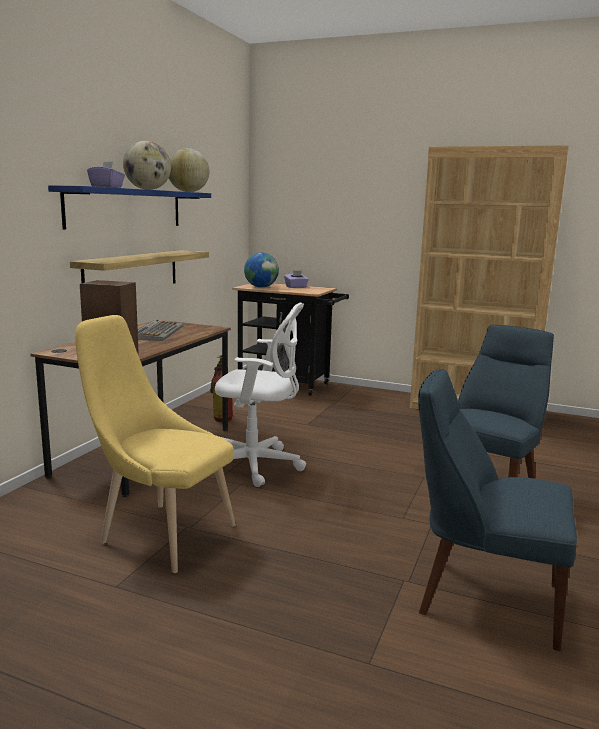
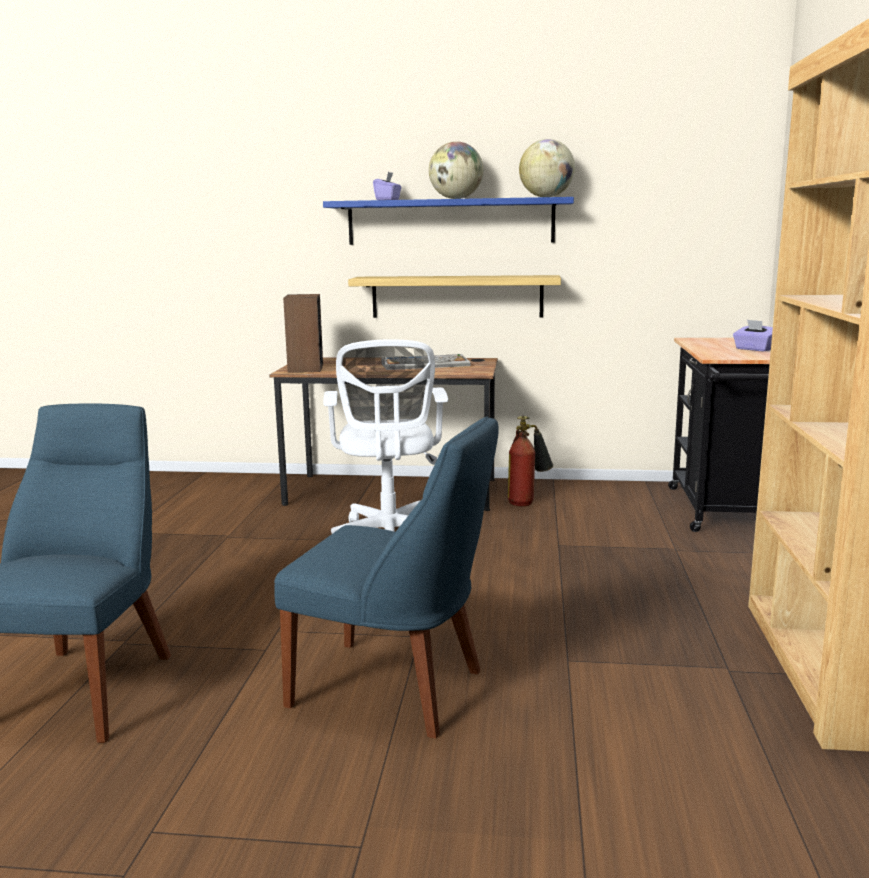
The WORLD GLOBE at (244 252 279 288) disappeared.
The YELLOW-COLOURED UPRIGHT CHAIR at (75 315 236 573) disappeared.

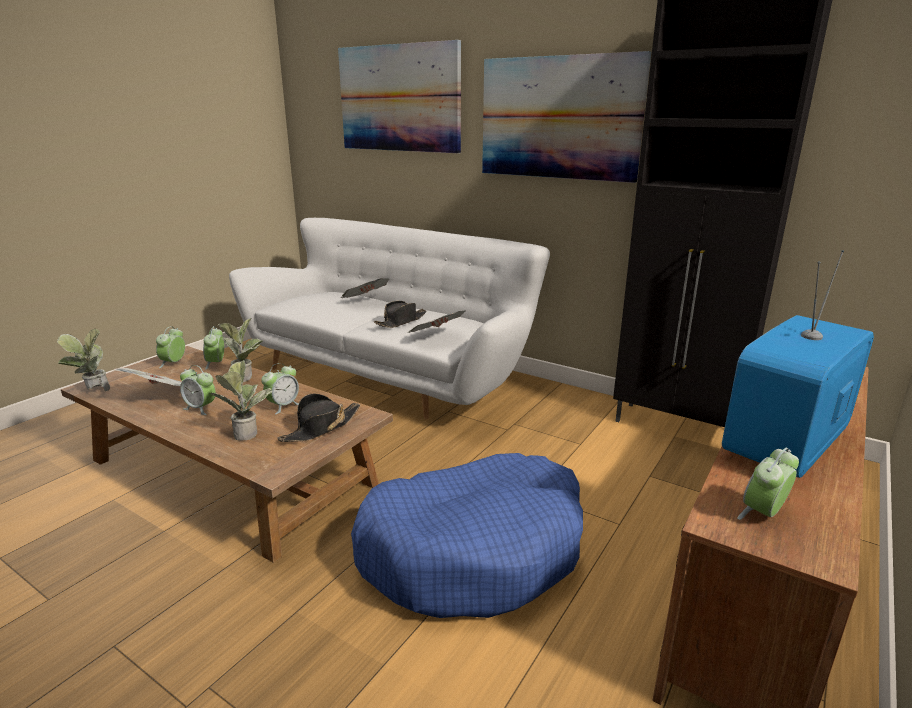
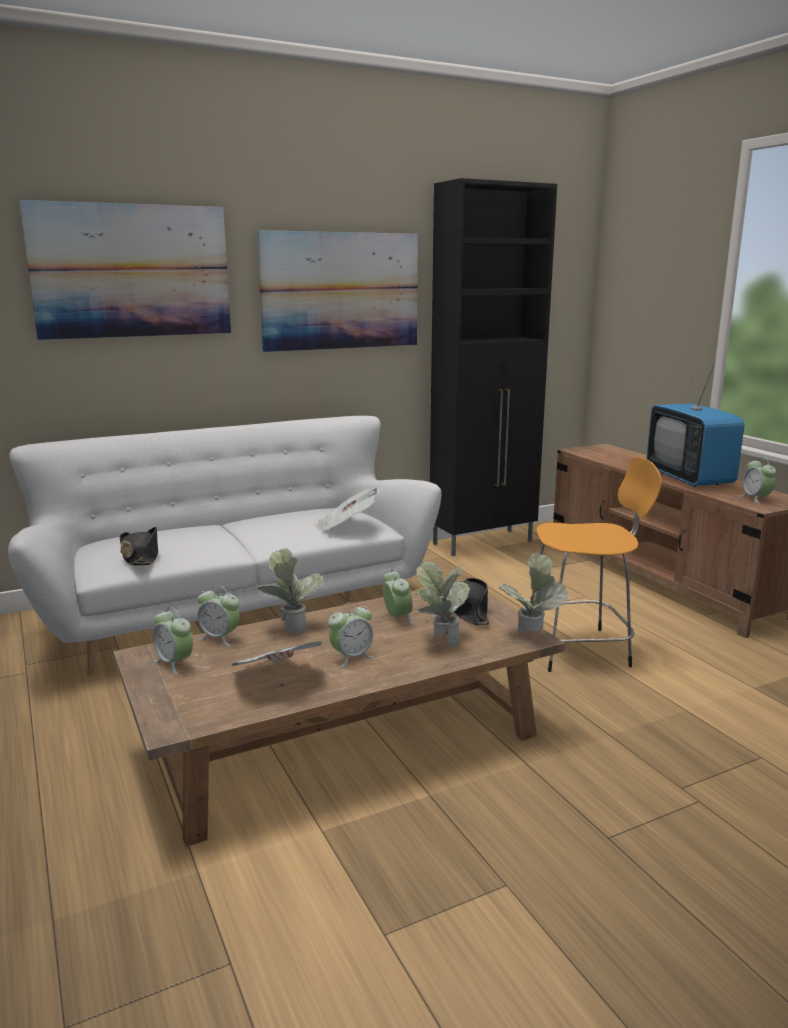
The DAILY PAPER at (341 278 389 298) disappeared.
The BLACKISH WEARABLE HAT moved from (374 301 426 328) to (120 527 158 566).
The POTTED PLANT moved from (57 329 110 391) to (498 552 568 634).
The BLUISH DOG CUSHION at (351 453 583 618) was replaced by the ORANGE STOOL at (534 457 662 672).

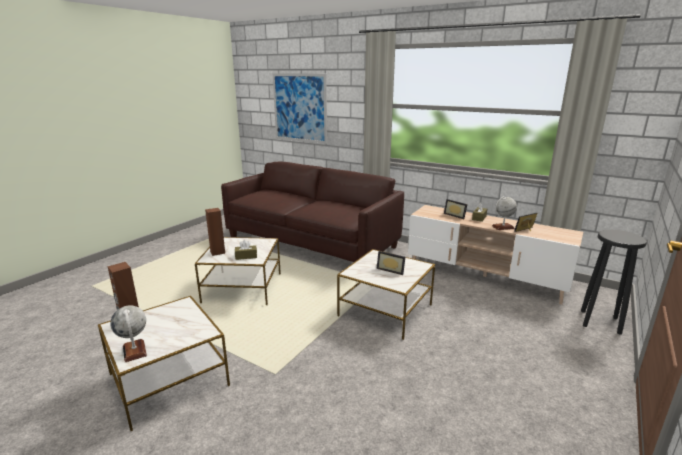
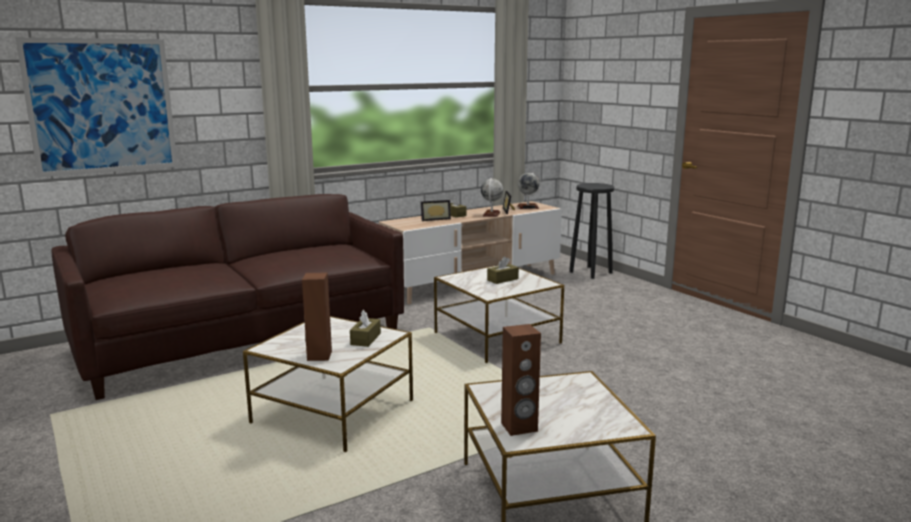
The STANDING FRAME at (376 251 405 275) was replaced by the BROWN-COLOURED BOX OF TISSUES at (487 256 519 284).
The WORLD GLOBE moved from (110 306 147 362) to (517 172 541 209).

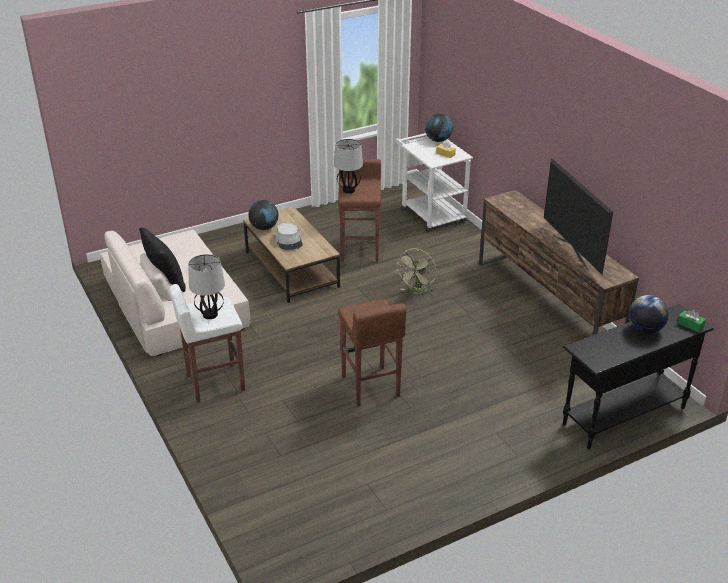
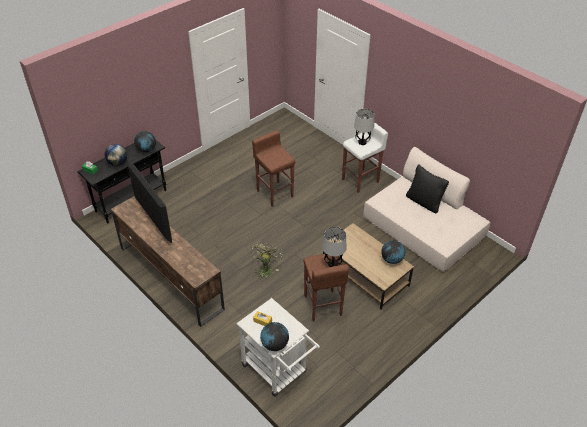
The GREY WEARABLE HAT at (275 223 303 250) disappeared.
The WORLD GLOBE at (134 131 156 153) appeared.

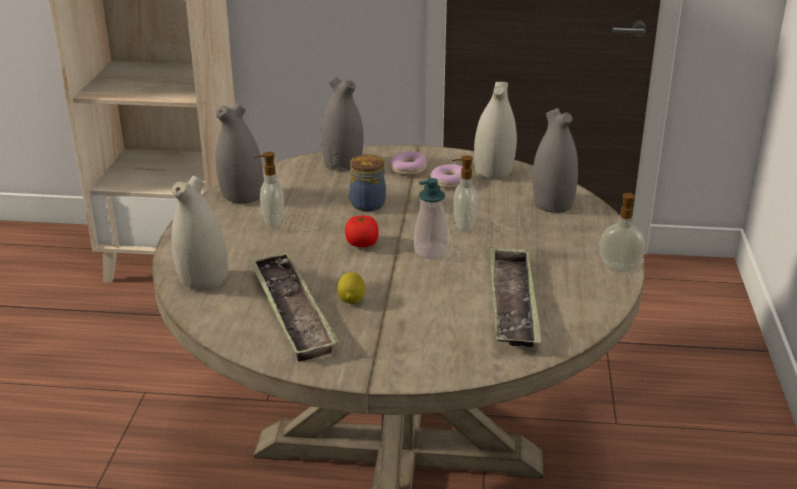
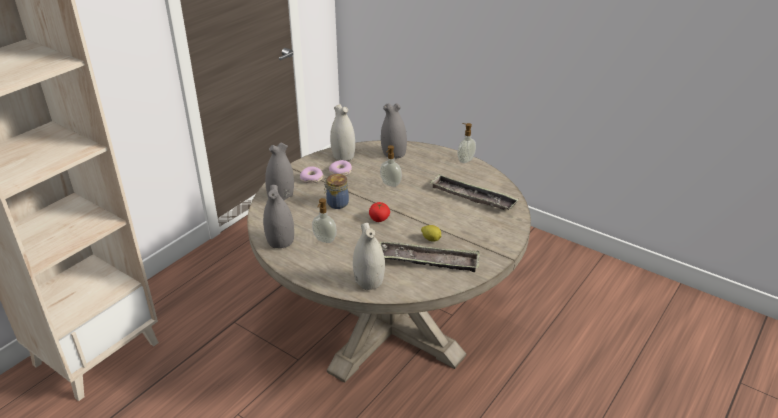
The LIQUID SOAP BOTTLE at (414 178 448 259) disappeared.

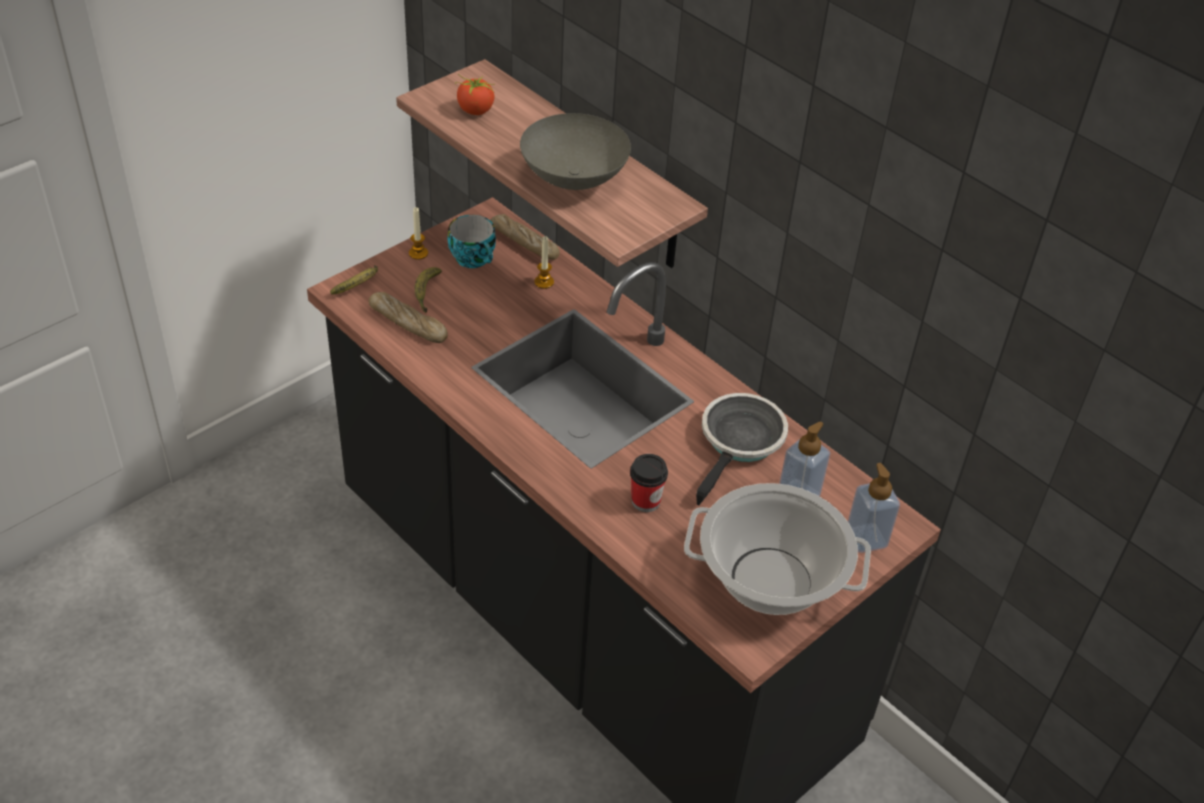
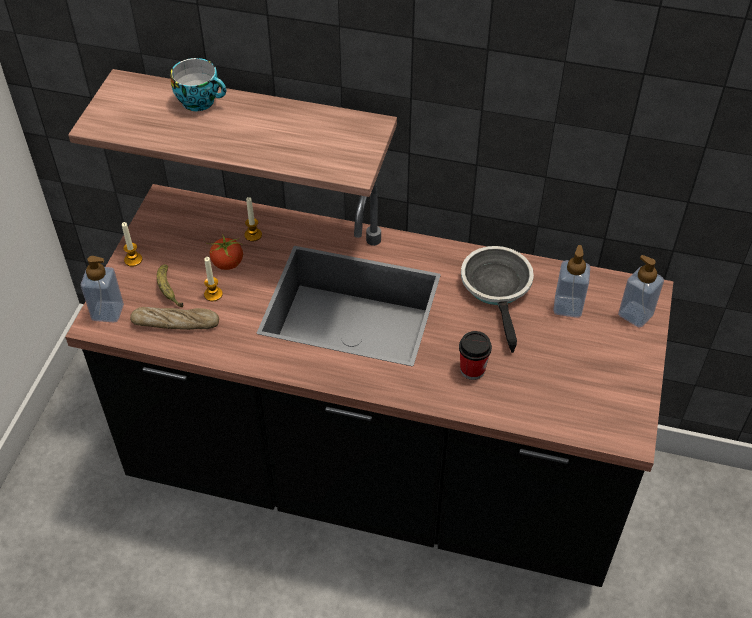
The WHOLE TOMATO moved from (455 74 495 115) to (206 234 243 270).
The GREY BOWL at (520 113 631 190) disappeared.
The BAKERY BREAD at (490 214 560 260) disappeared.
The CUP moved from (448 215 496 268) to (170 58 226 111).
The BANANA FRUIT at (330 265 378 295) was replaced by the LIQUID SOAP BOTTLE at (81 256 124 322).
The COOKING POT at (684 483 871 615) disappeared.
The WAX CANDLE at (204 257 223 301) appeared.

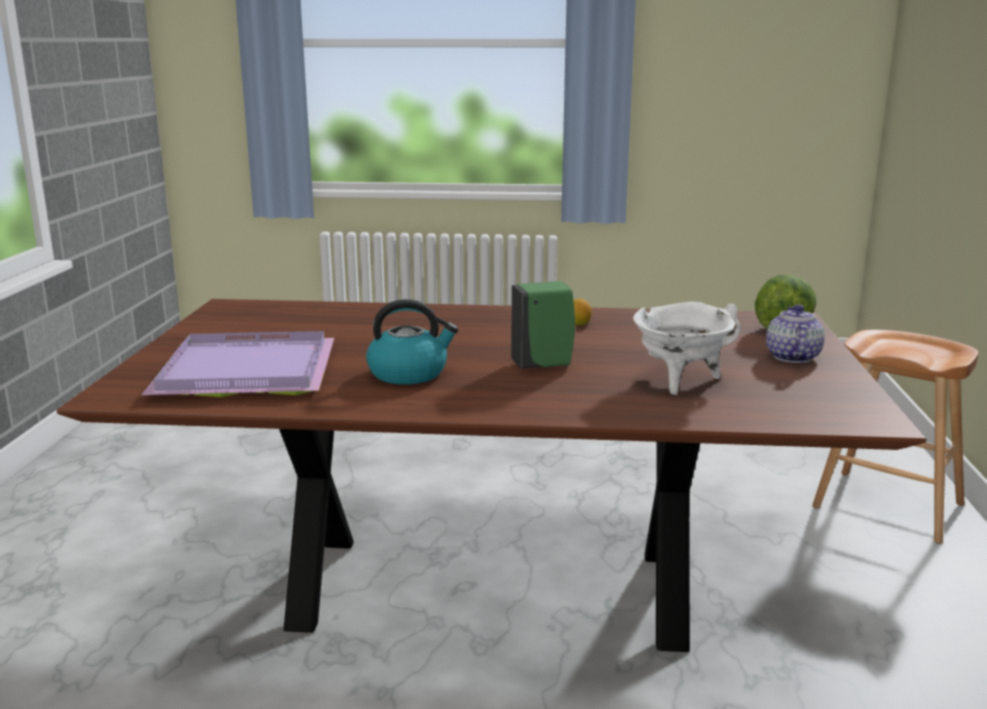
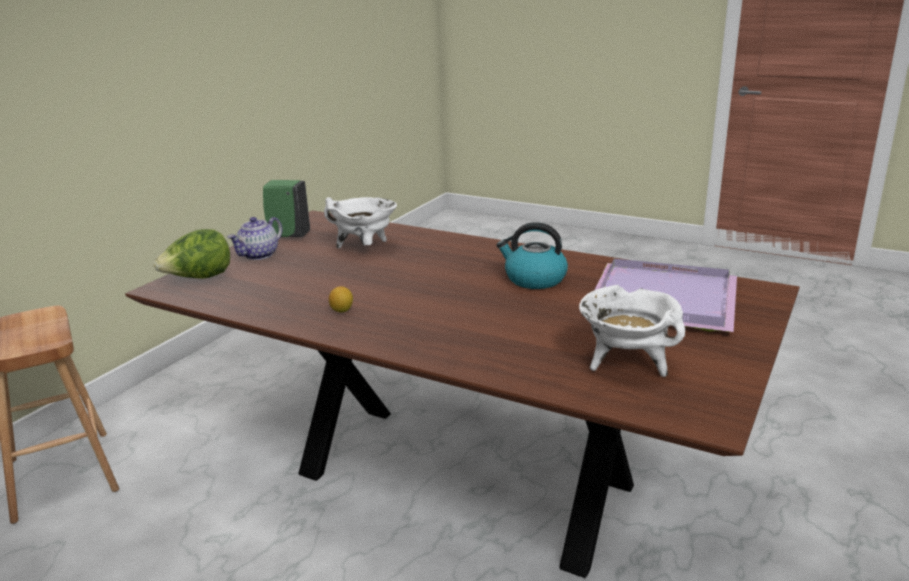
The GREENISH LIQUID SOAP BOTTLE moved from (511 281 575 369) to (263 180 310 237).
The WHITISH COOKING POT at (579 285 685 377) appeared.

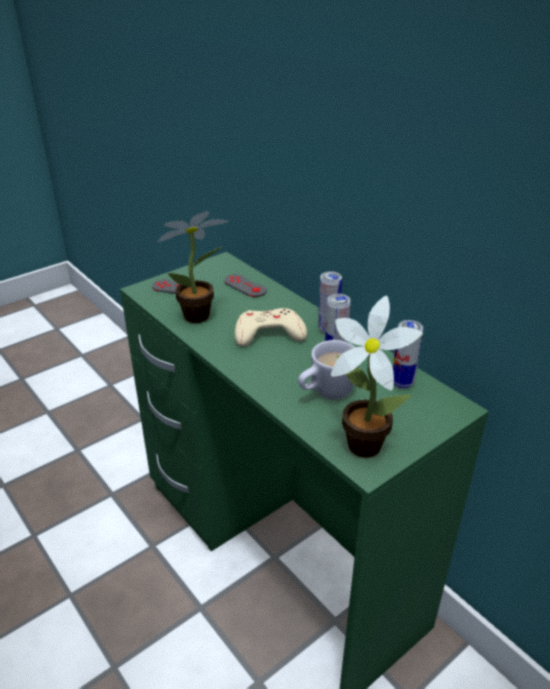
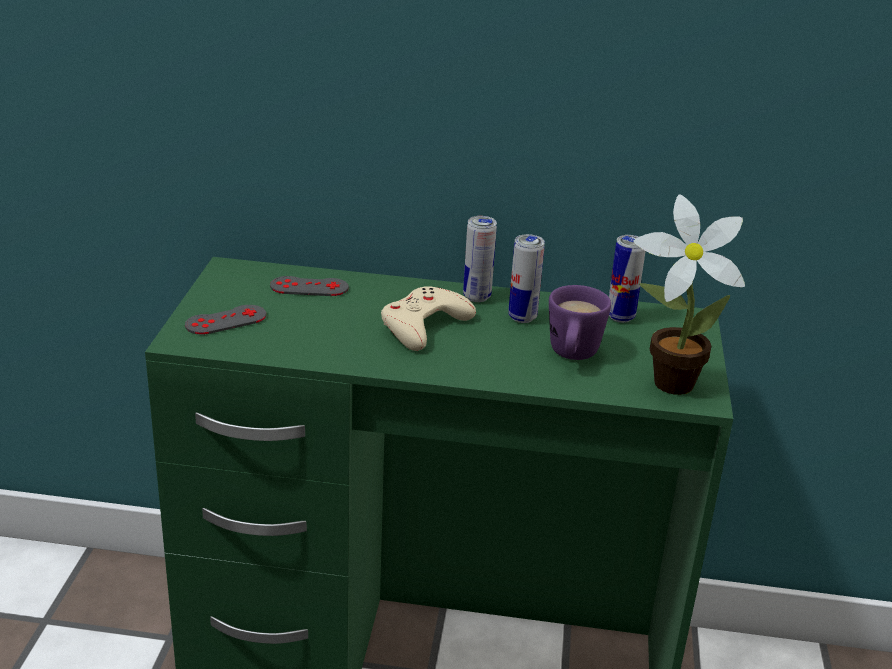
The POTTED PLANT at (158 211 229 323) disappeared.
The WHITISH TEA MUG at (298 340 356 400) became the PURPLE TEA MUG at (549 285 611 360).

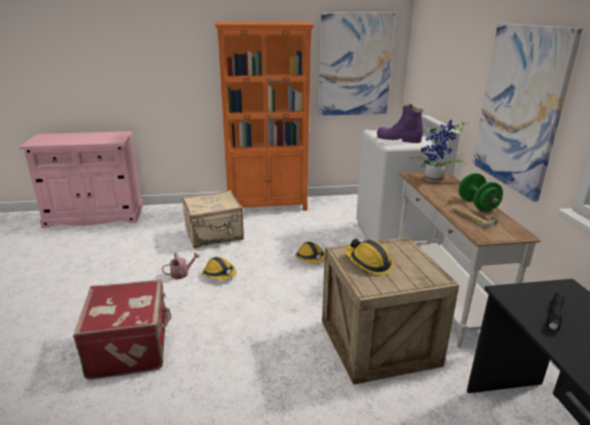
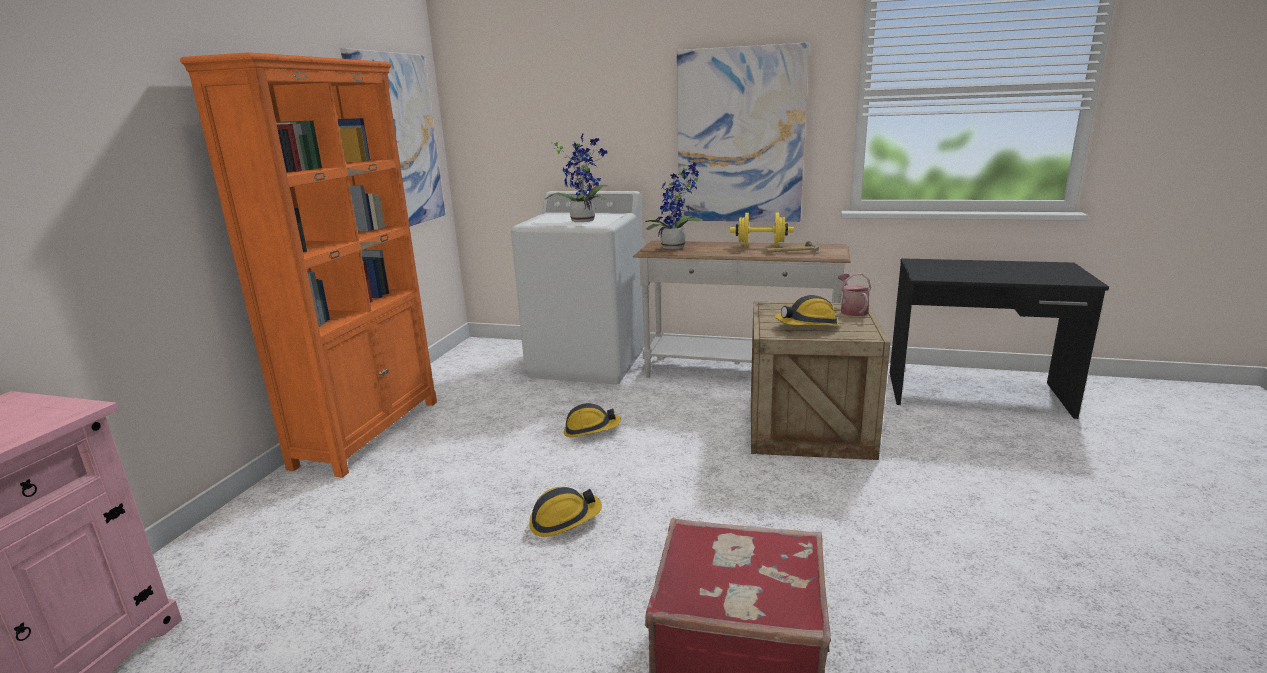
The PURPLE TALL BOOT at (377 104 424 143) was replaced by the POTTED PLANT at (546 133 608 222).
The GREENISH FREE WEIGHT at (458 173 503 211) became the YELLOW-COLOURED FREE WEIGHT at (730 212 794 247).
The BEIGE TRAVEL CASE at (182 190 244 248) disappeared.
The WATERING CAN moved from (162 252 200 279) to (838 273 871 316).
The BLACKISH HAND TORCH at (547 292 564 332) disappeared.

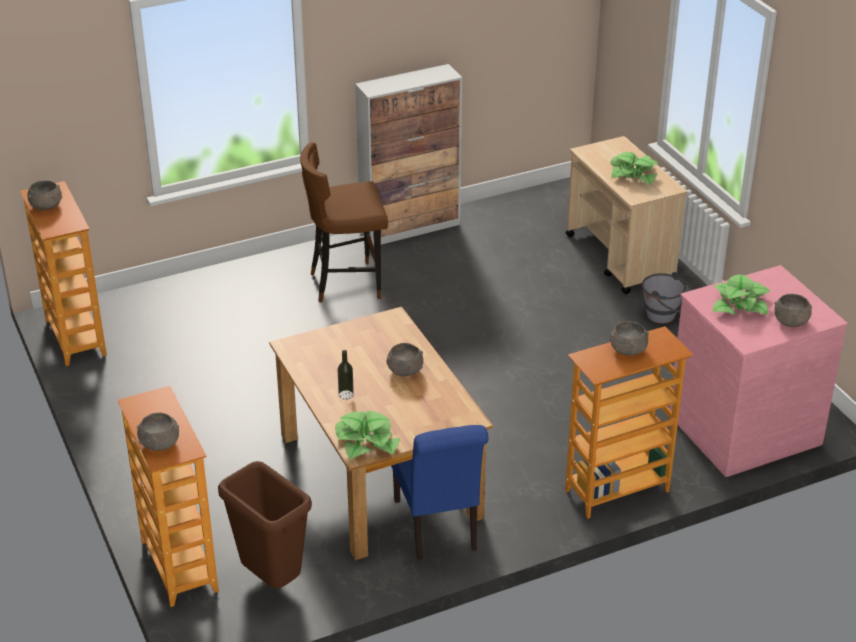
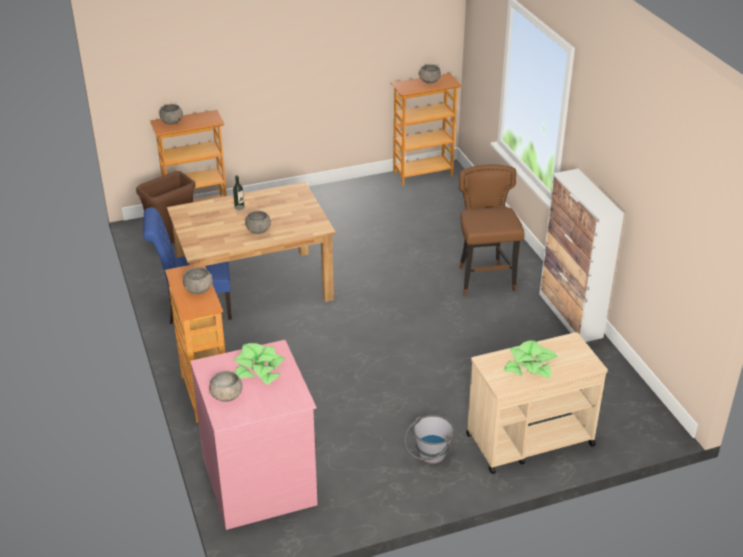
The POTTED PLANT at (335 411 399 459) disappeared.

